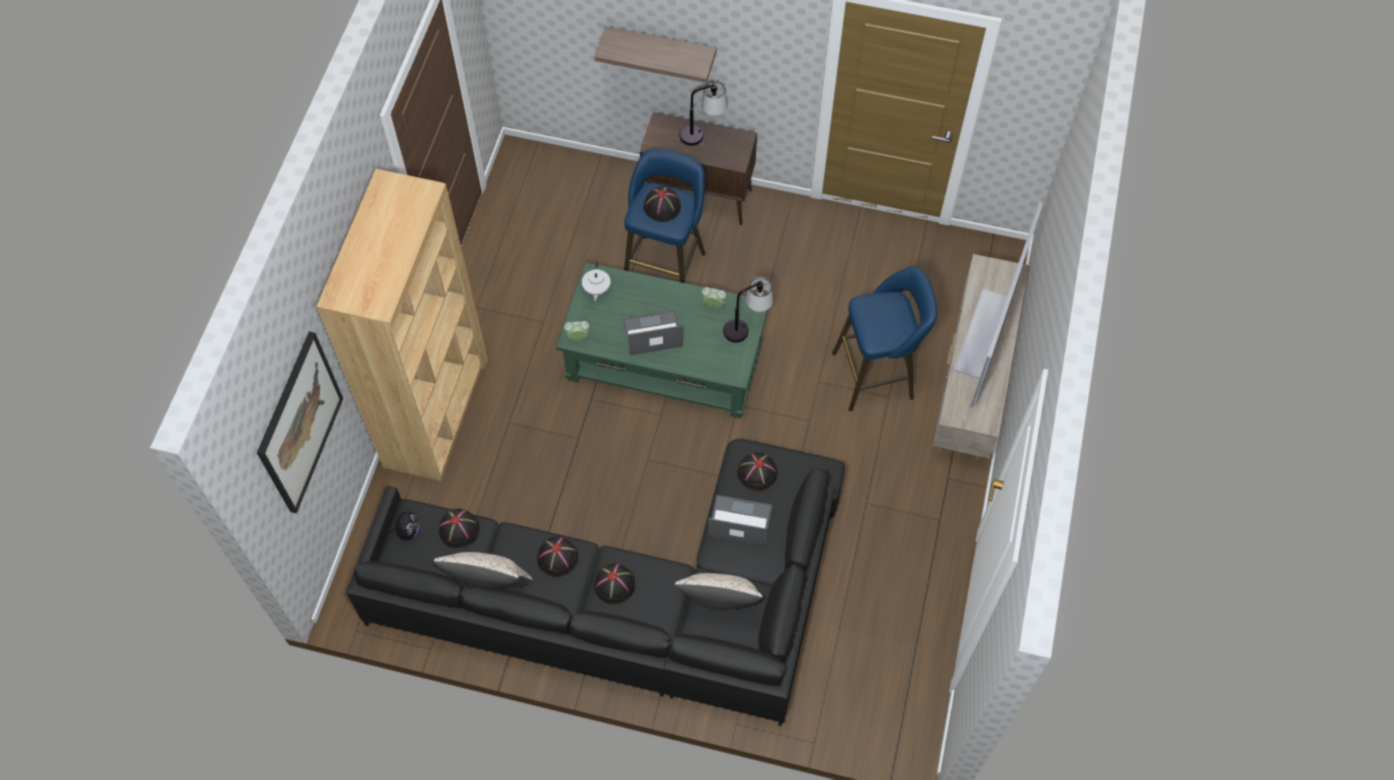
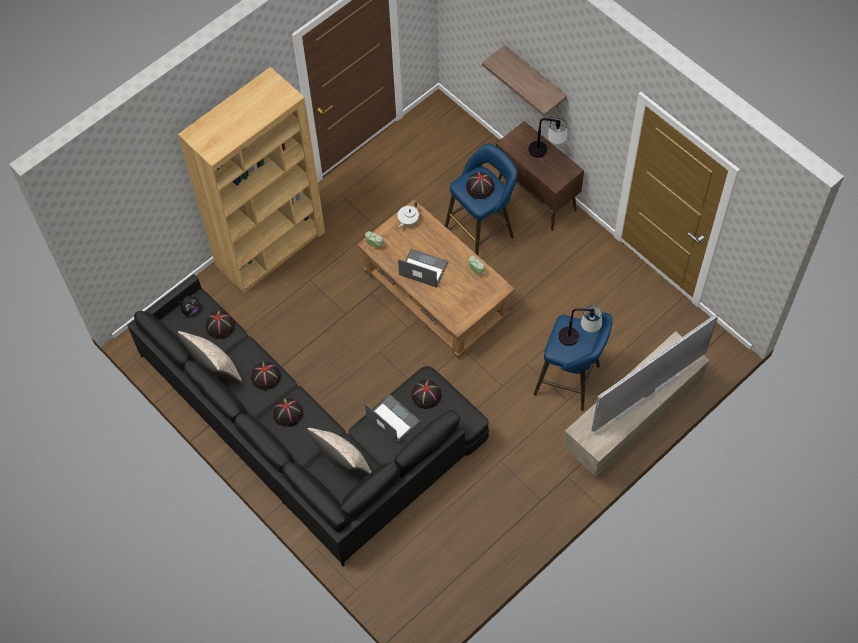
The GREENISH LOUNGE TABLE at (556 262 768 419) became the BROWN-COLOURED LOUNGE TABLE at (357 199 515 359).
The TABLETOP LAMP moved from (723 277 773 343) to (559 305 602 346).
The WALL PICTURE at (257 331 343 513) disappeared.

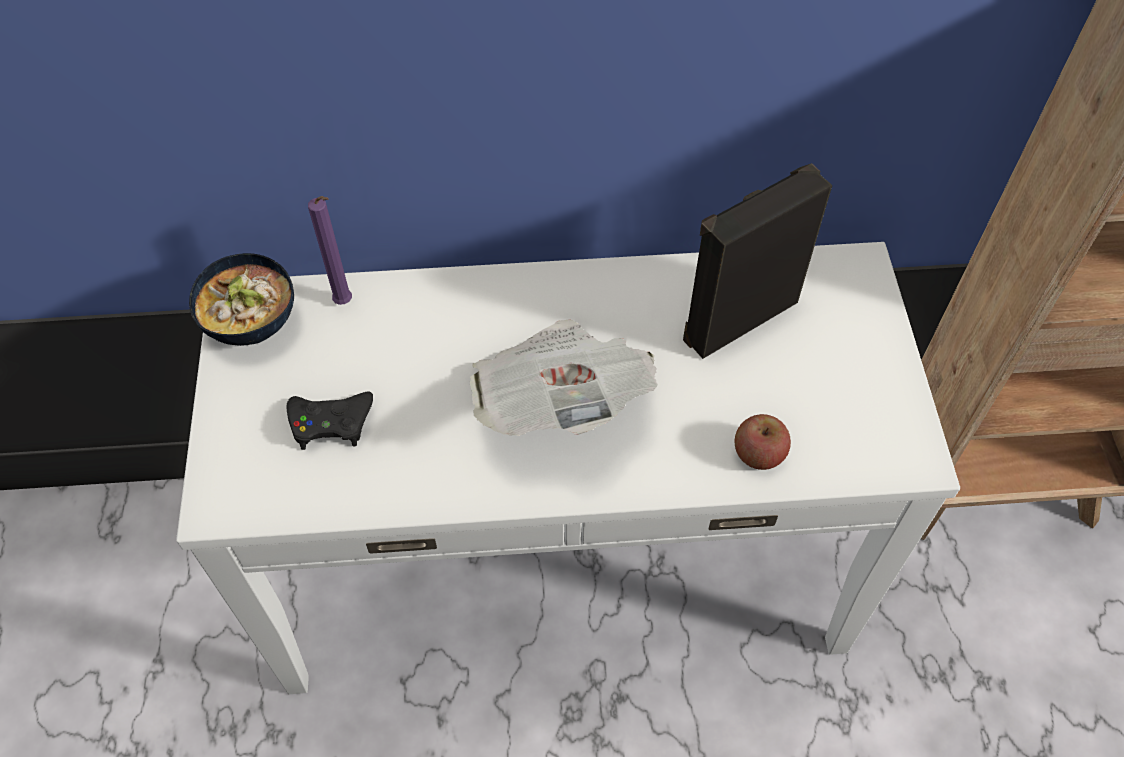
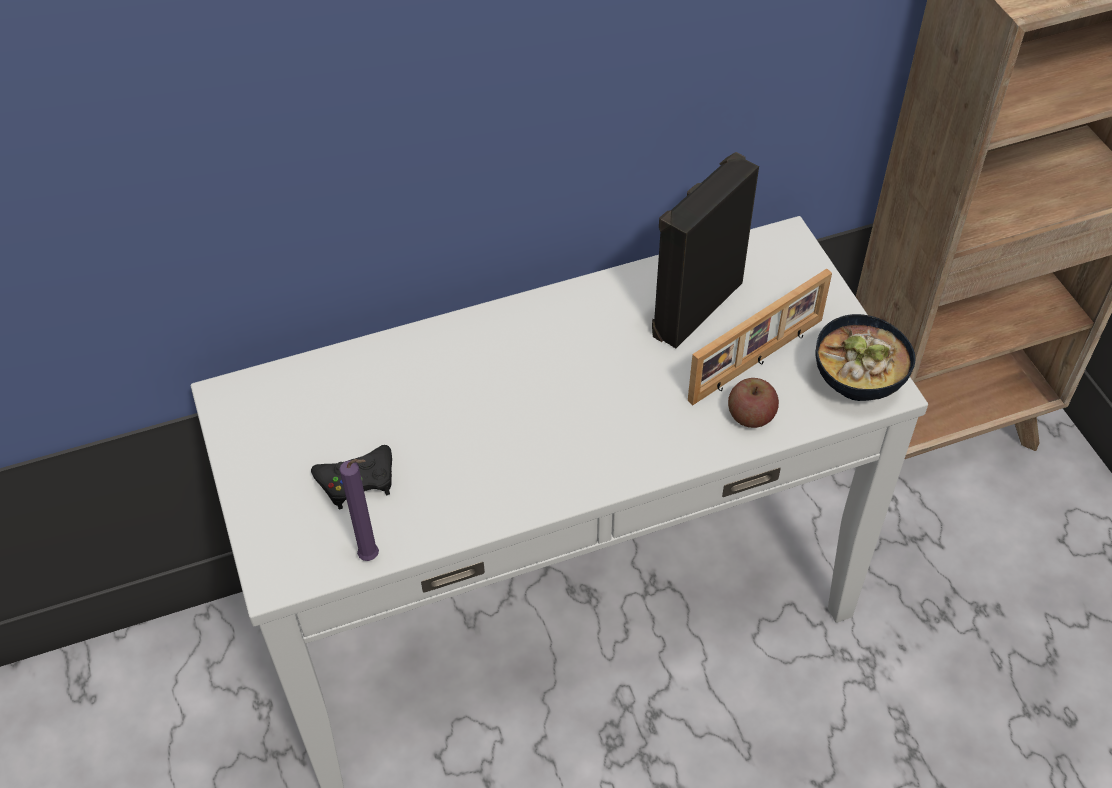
The PURPLE WAX CANDLE moved from (308 196 352 305) to (339 459 379 561).
The BOWL moved from (189 253 294 346) to (815 314 916 401).
The DAILY PAPER at (470 319 658 436) disappeared.
The STANDING FRAME at (688 269 832 405) appeared.

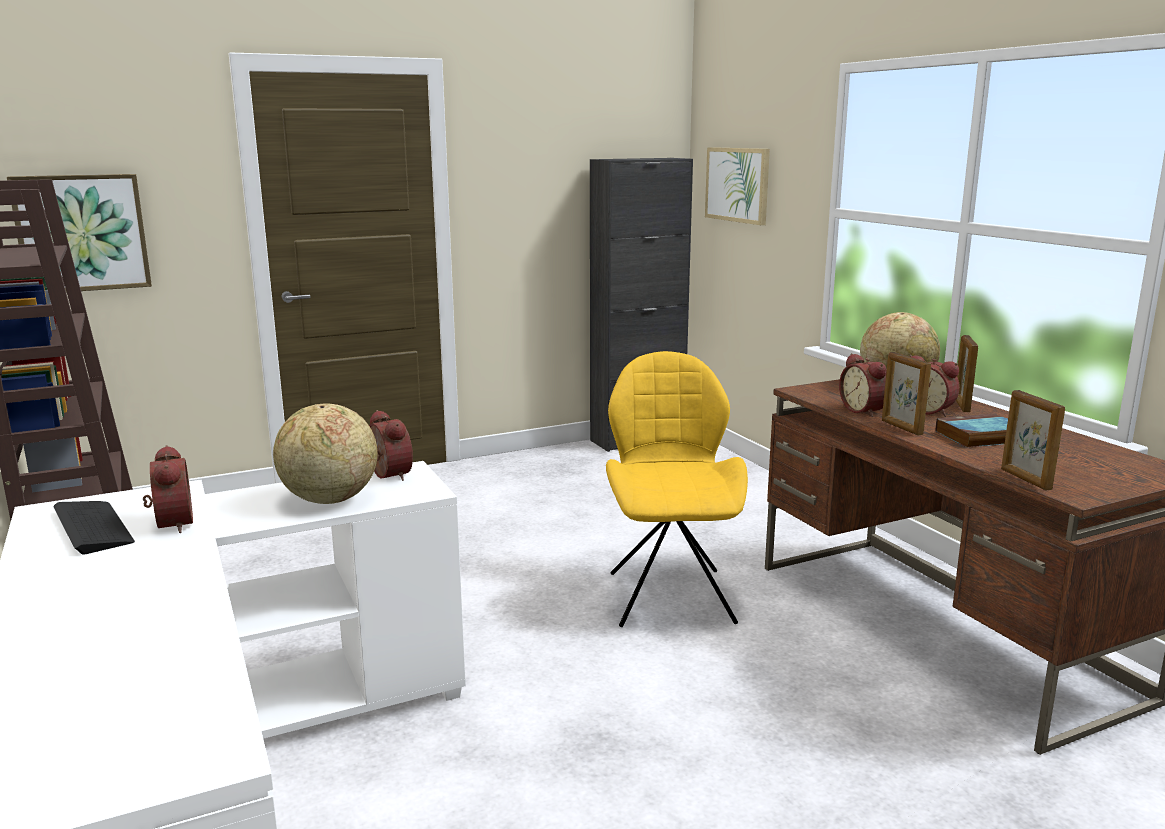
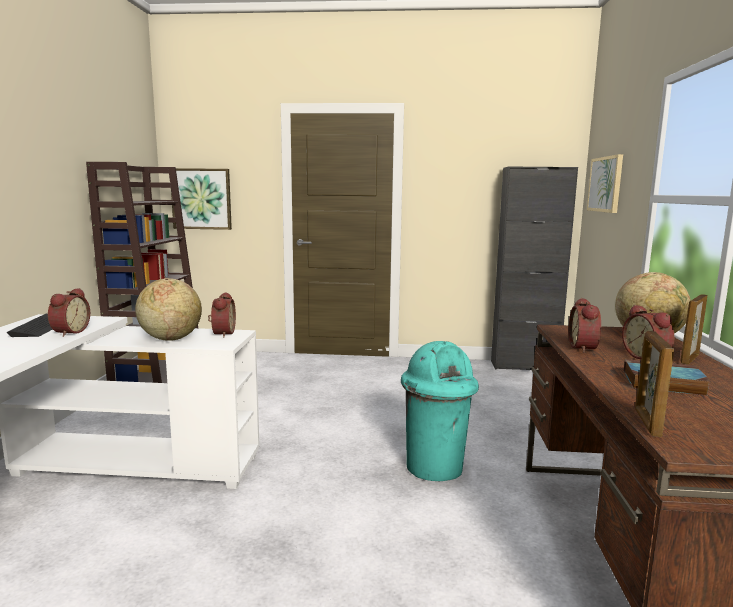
The YELLOW-COLOURED UPRIGHT CHAIR at (606 351 748 627) was replaced by the BLUE-GREEN RUBBISH BIN at (401 341 479 482).
The STANDING FRAME at (882 352 931 435) disappeared.

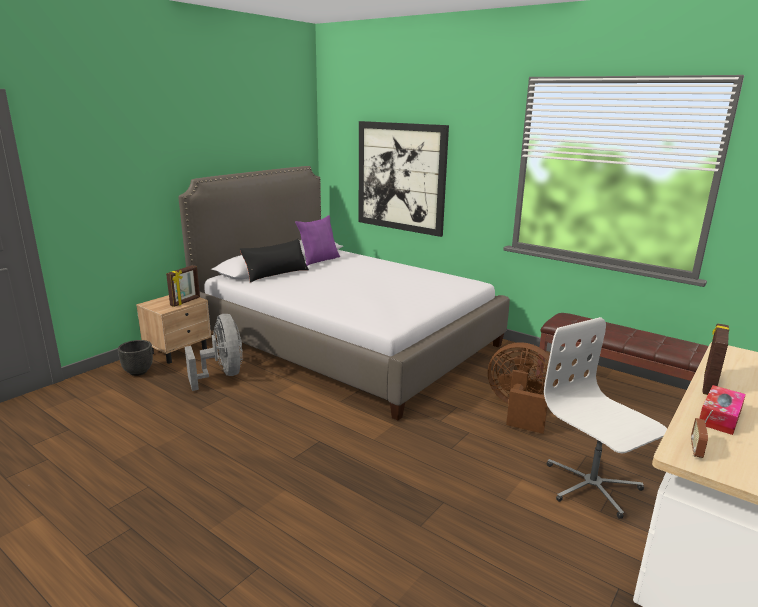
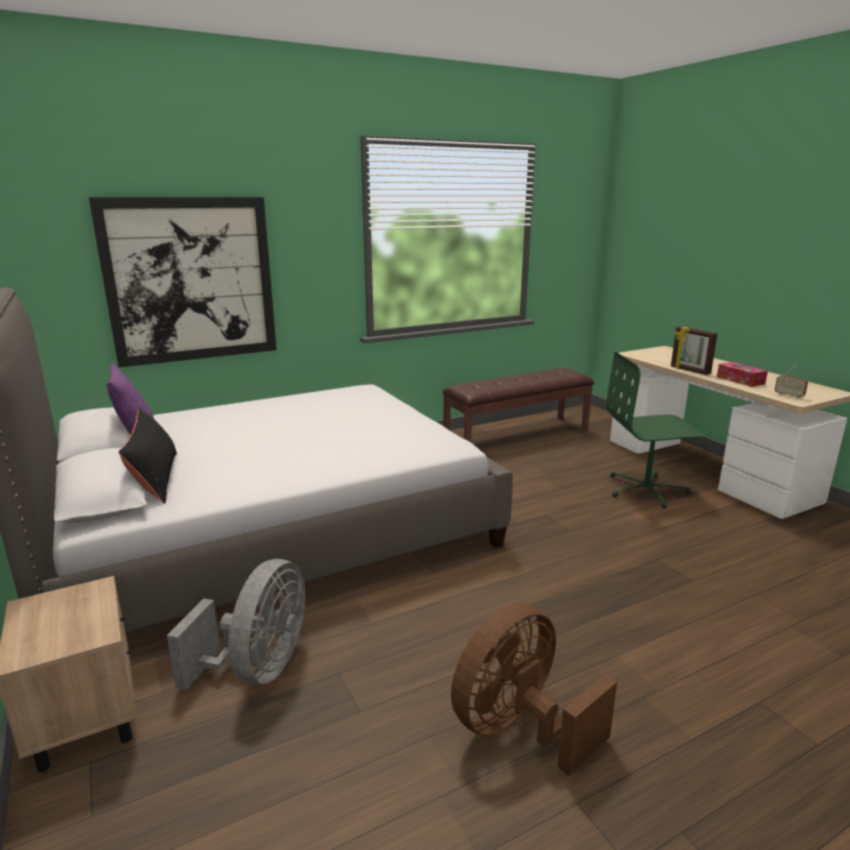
The STANDING FRAME at (166 265 200 307) disappeared.
The GREY ELECTRIC FAN at (185 314 243 391) turned 105 degrees clockwise.
The WHITISH DESK CHAIR at (544 317 667 519) became the GREENISH DESK CHAIR at (606 351 707 508).
The BLACKISH PLANT POT at (118 340 153 376) disappeared.
The BROWN-COLOURED ELECTRIC FAN moved from (488 342 558 434) to (451 603 617 776).

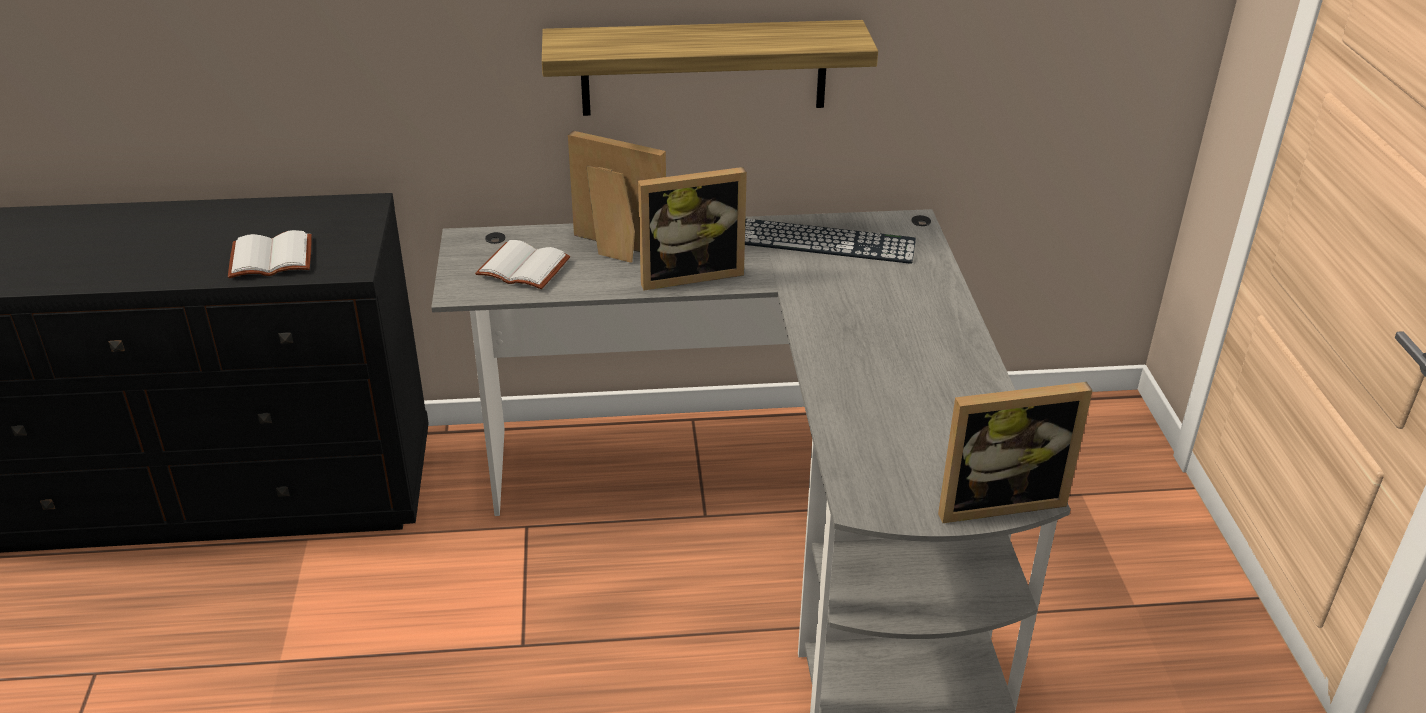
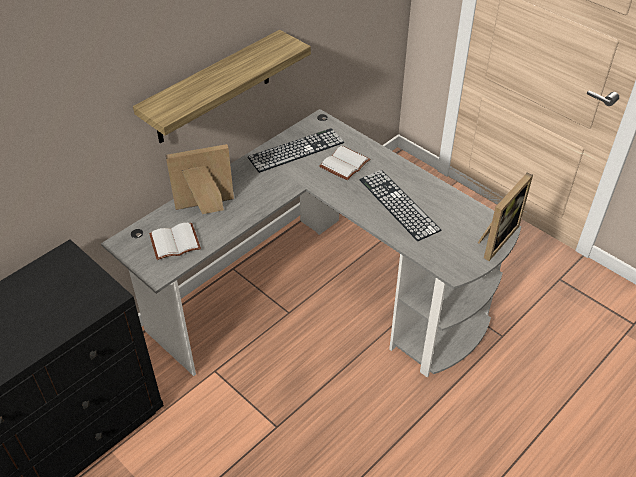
The STANDING FRAME at (638 167 747 290) disappeared.
The WHITISH BOUND BOOK moved from (228 230 312 278) to (319 146 370 180).
The PC KEYBOARD at (359 170 441 241) appeared.

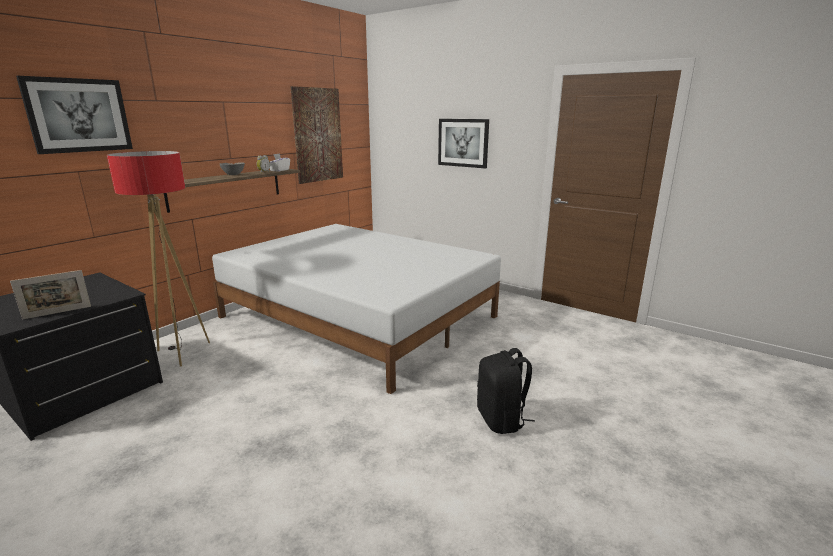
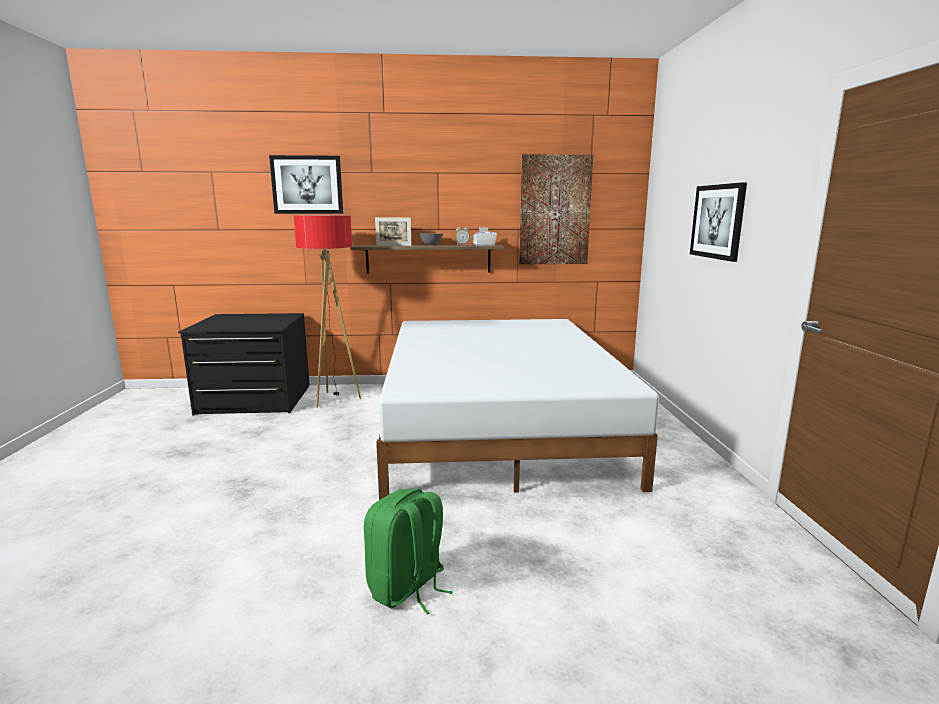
The STANDING FRAME moved from (10 270 91 320) to (375 217 412 246).
The BLACKISH KNAPSACK at (477 348 535 434) became the GREENISH KNAPSACK at (364 489 453 614).

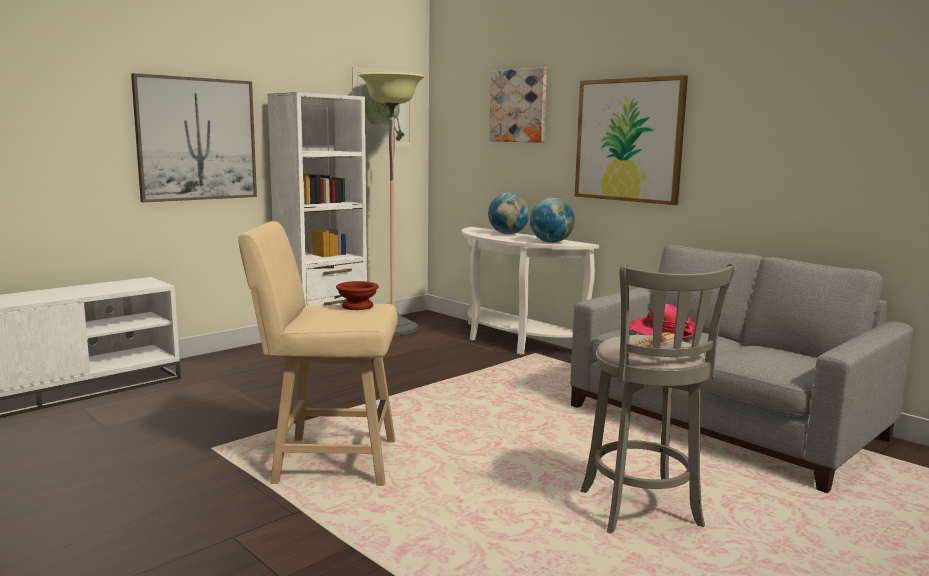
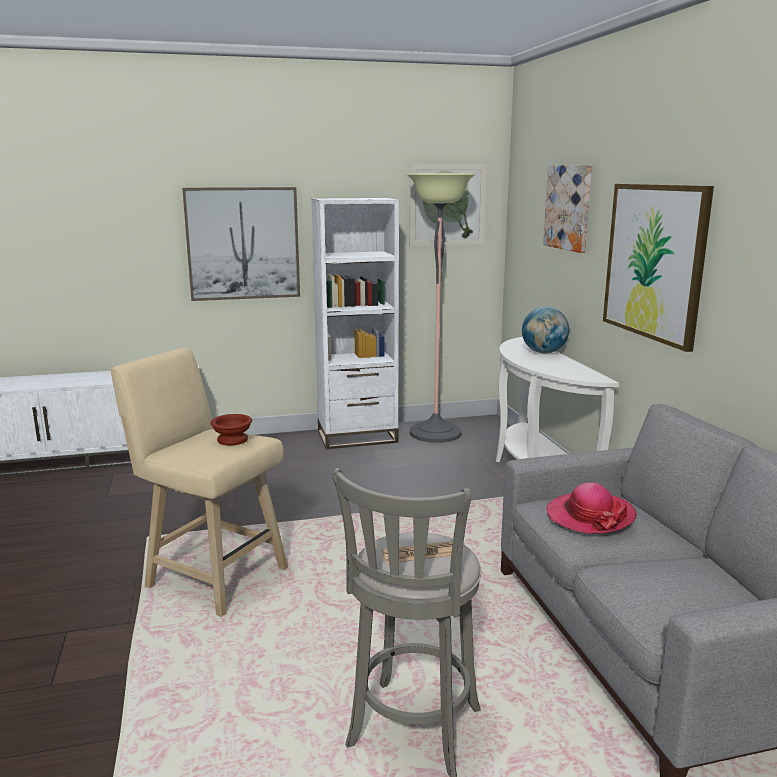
The WORLD GLOBE at (530 198 575 243) disappeared.

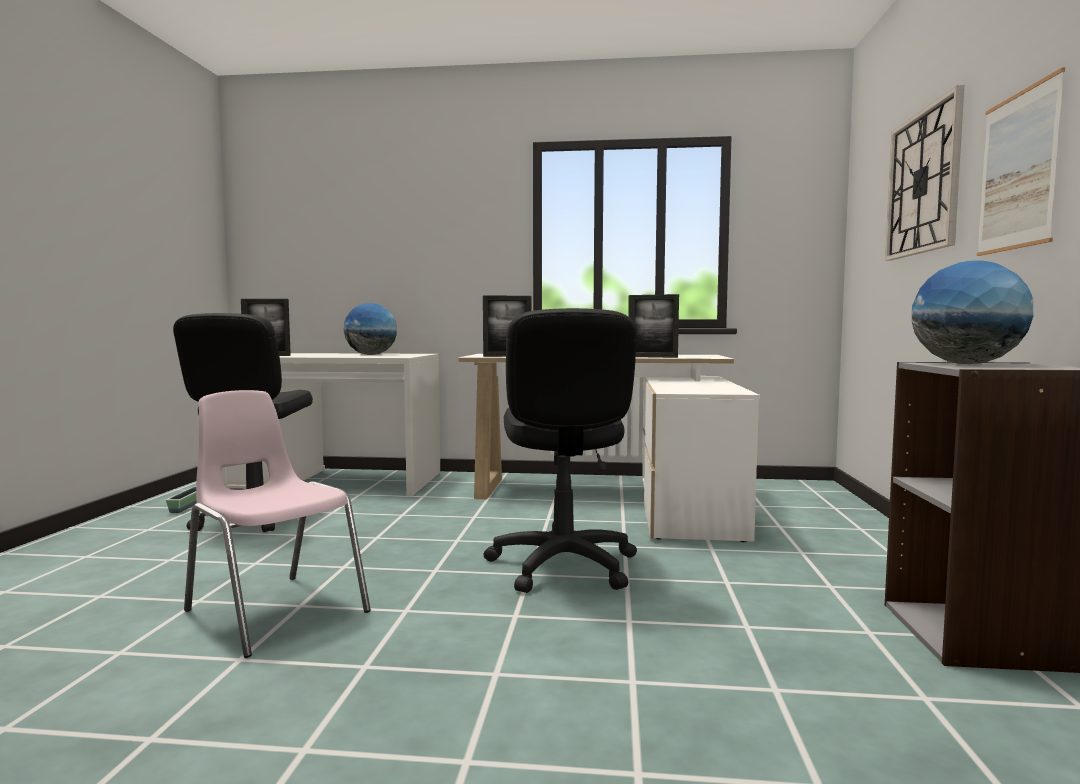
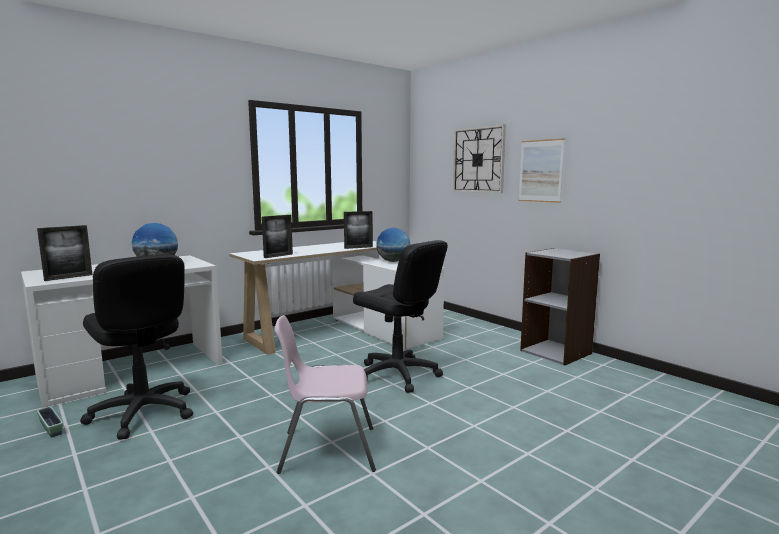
The WORLD GLOBE moved from (912 260 1033 364) to (376 228 410 262).

